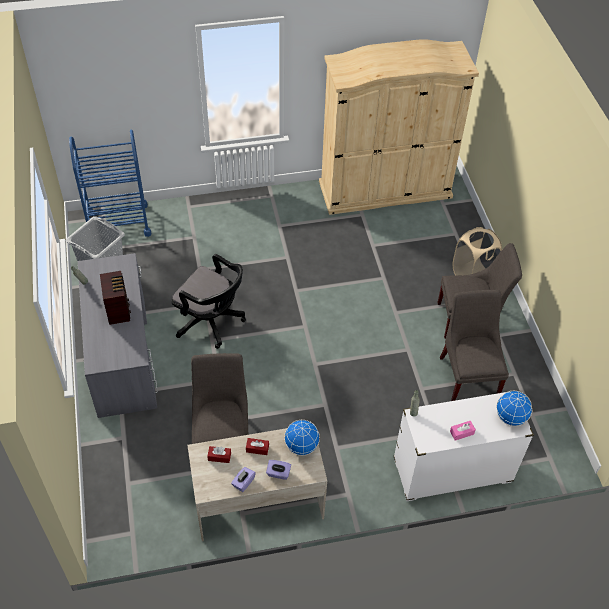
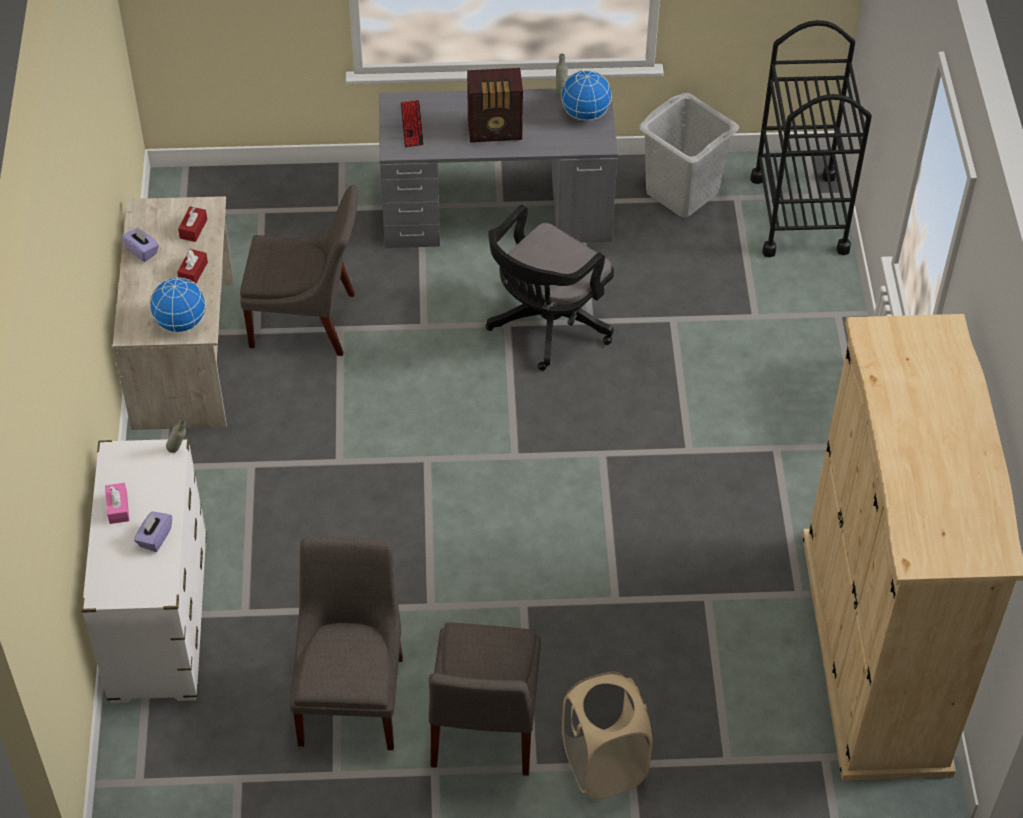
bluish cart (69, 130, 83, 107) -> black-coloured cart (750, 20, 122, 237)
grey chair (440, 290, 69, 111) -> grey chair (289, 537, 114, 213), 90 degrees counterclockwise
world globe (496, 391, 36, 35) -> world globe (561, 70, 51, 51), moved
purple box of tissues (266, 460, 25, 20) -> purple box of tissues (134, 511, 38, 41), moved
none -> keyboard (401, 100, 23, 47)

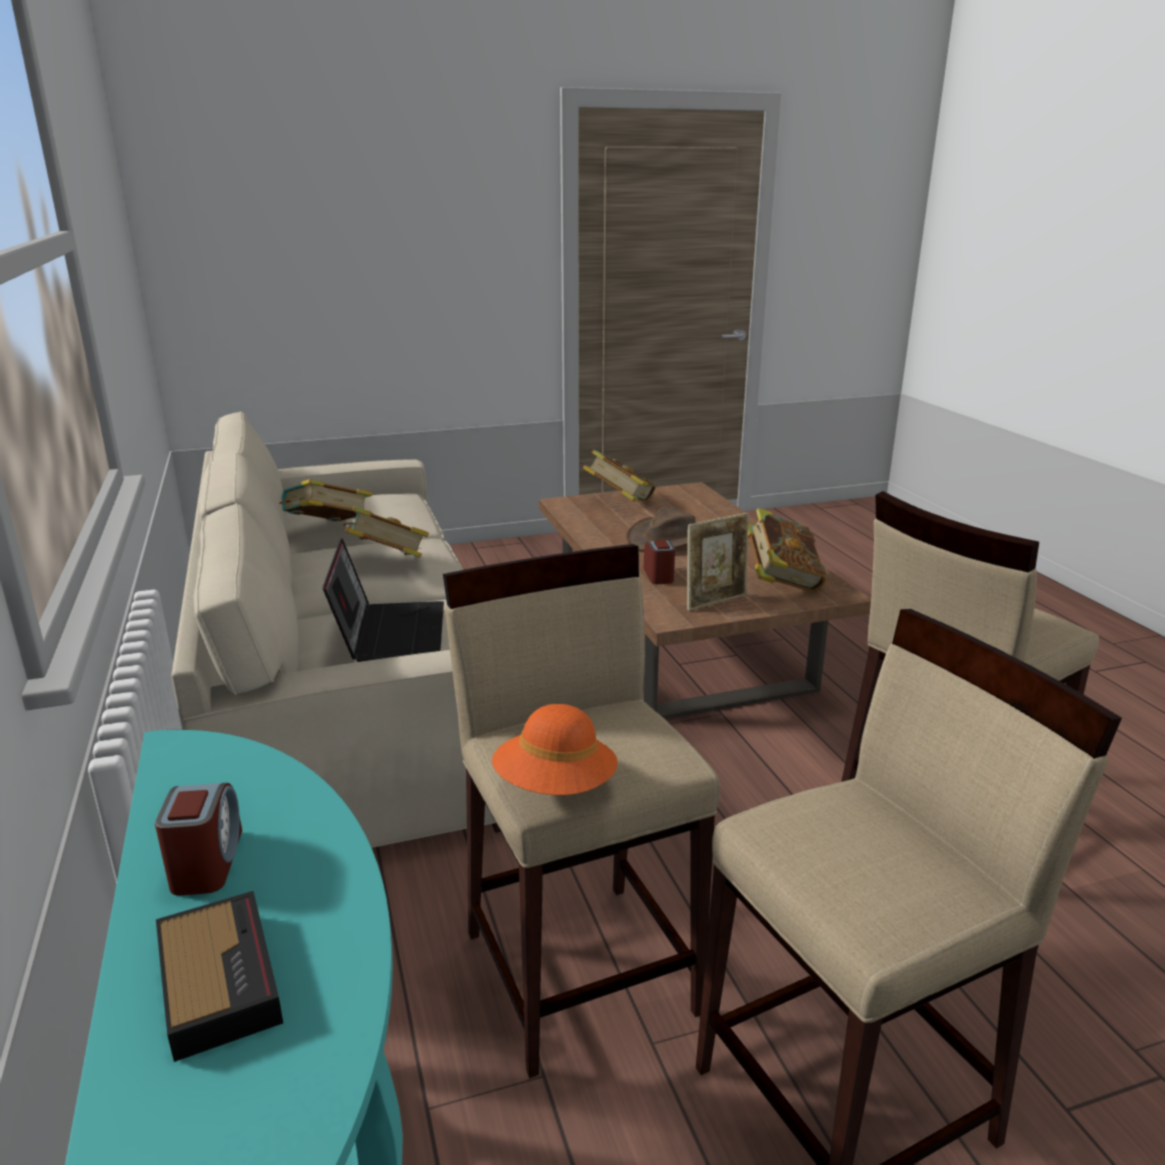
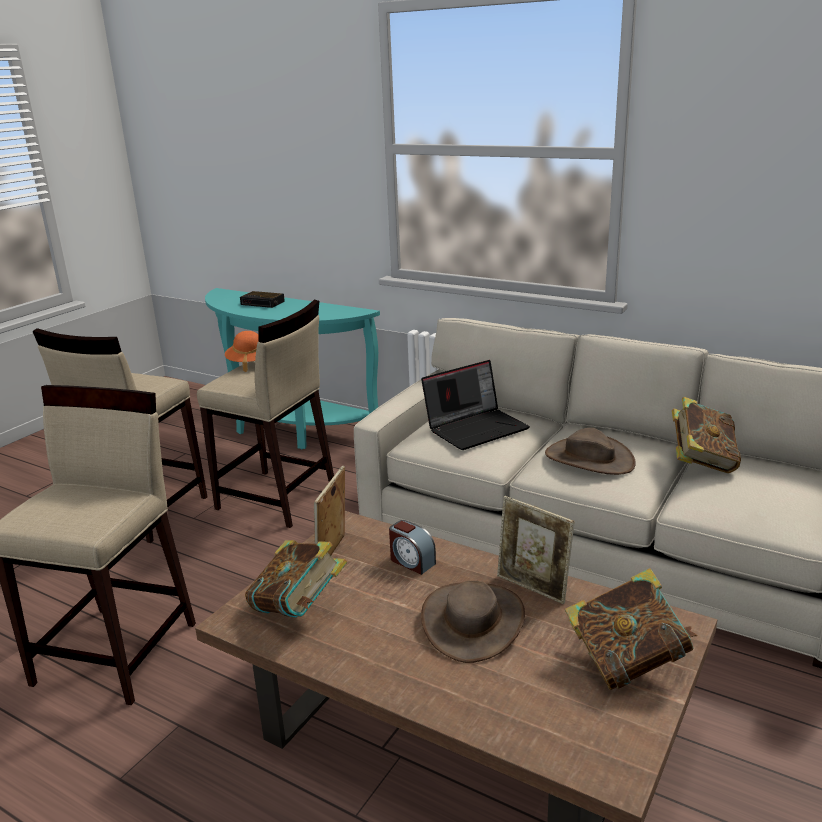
bound book (343, 506, 86, 52) -> brown wearable hat (545, 428, 91, 47)
portable computer (323, 538, 121, 124) -> portable computer (421, 360, 109, 90), 75 degrees counterclockwise
bedside clock (155, 783, 87, 113) -> none
none -> standing frame (497, 496, 77, 108)

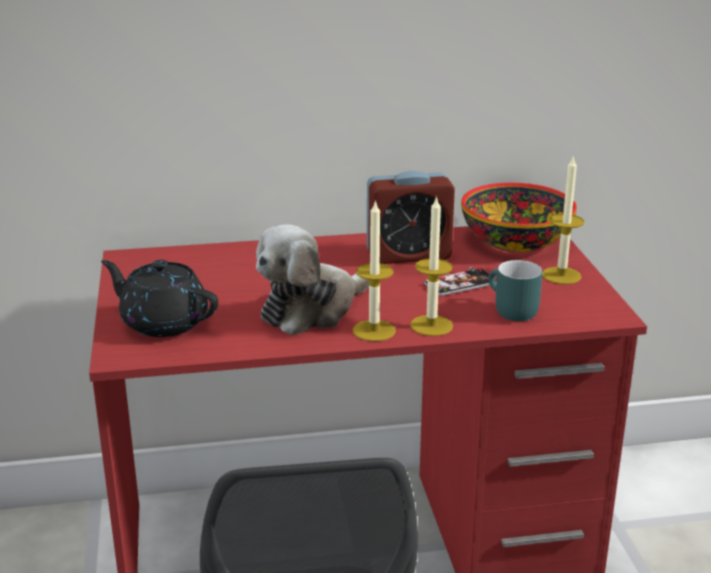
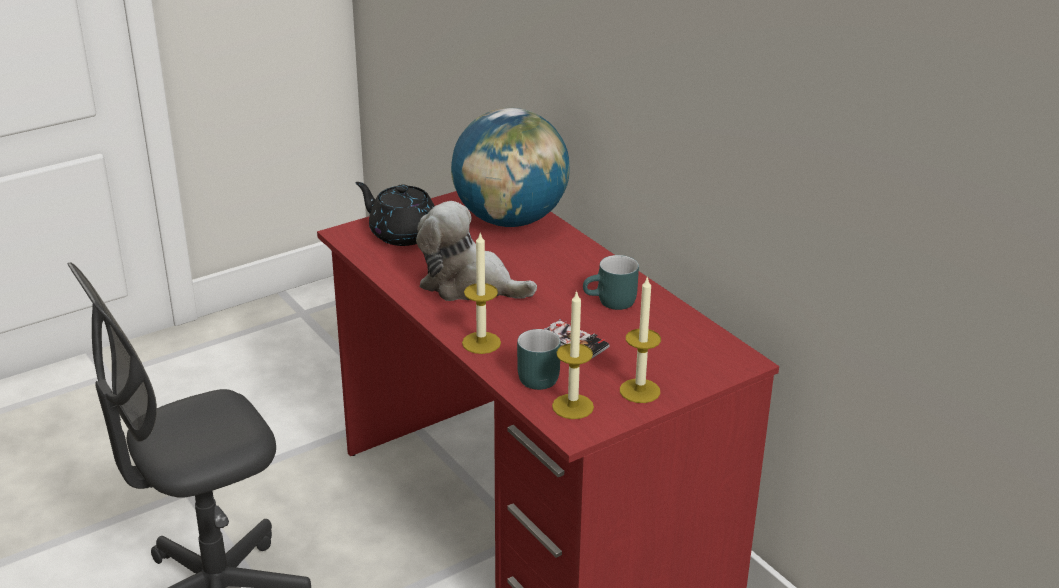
bedside clock (367, 171, 88, 93) -> turquoise-coloured tea mug (583, 255, 56, 55)
bowl (461, 183, 116, 69) -> none
wax candle (353, 200, 43, 141) -> wax candle (552, 290, 42, 129), moved
black-coloured pot for tea (101, 260, 117, 77) -> black-coloured pot for tea (355, 182, 80, 64), 60 degrees counterclockwise
none -> world globe (451, 108, 119, 119)

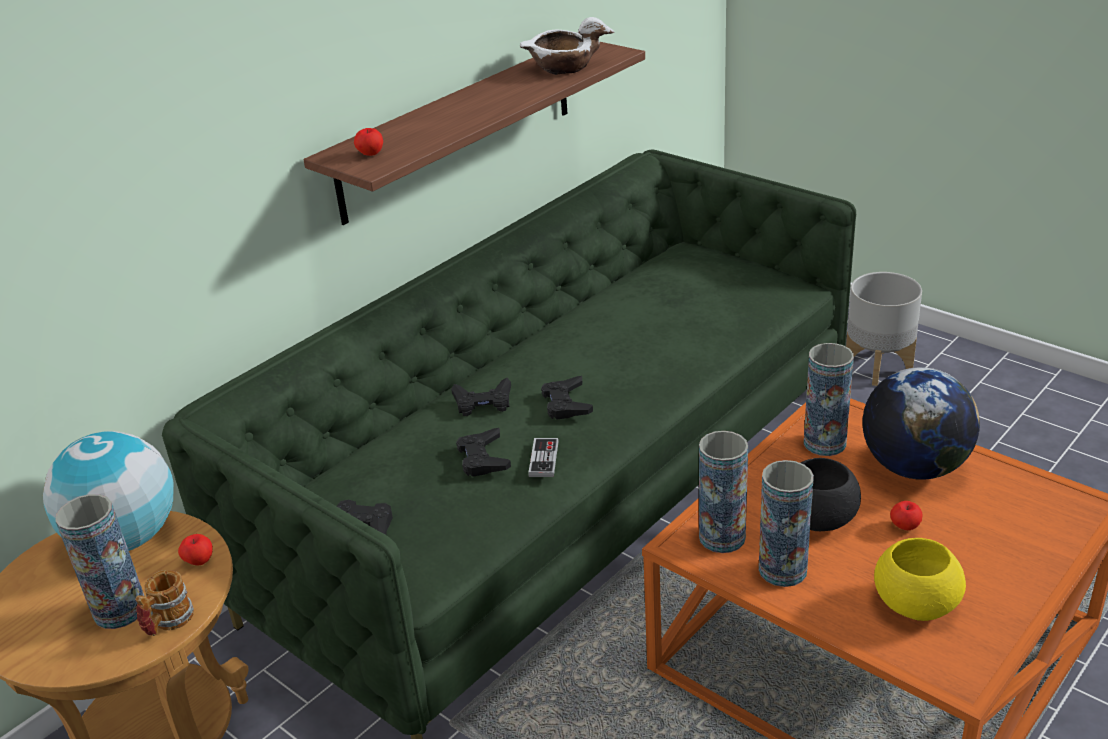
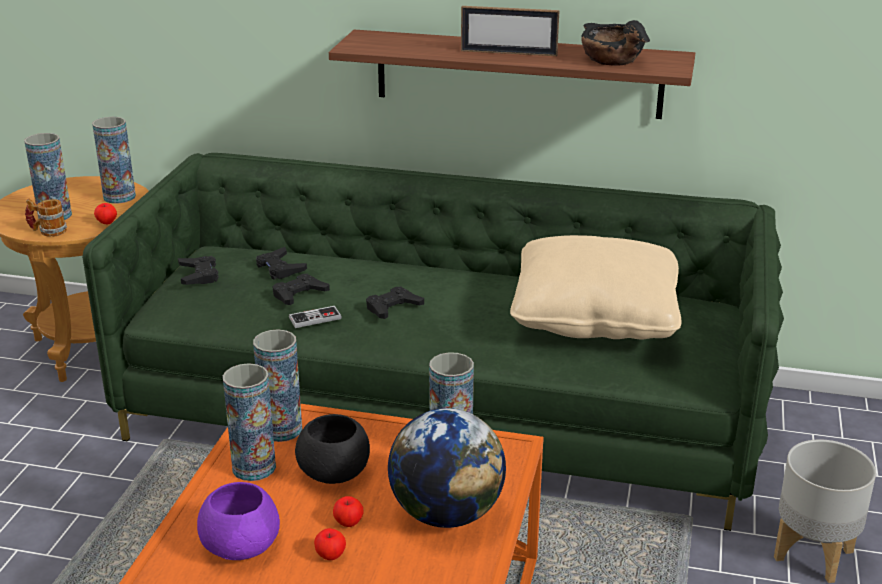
white bowl (520, 17, 94, 58) -> black-coloured bowl (581, 20, 69, 45)
apple fruit (354, 128, 29, 28) -> apple fruit (314, 528, 32, 32), moved
black-coloured gamepad (451, 378, 60, 38) -> black-coloured gamepad (256, 247, 51, 33), moved
world globe (43, 431, 130, 120) -> flower vase (92, 117, 44, 86)
yellow-coloured bowl (874, 538, 92, 83) -> purple bowl (197, 482, 83, 78)
none -> standing frame (461, 6, 99, 50)
none -> beige-coloured cushion (510, 235, 171, 104)

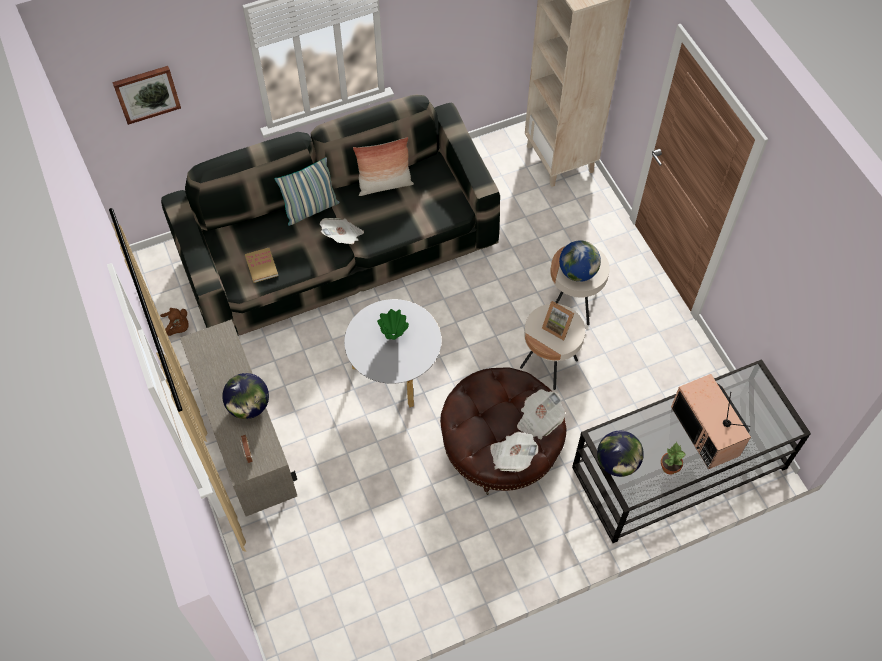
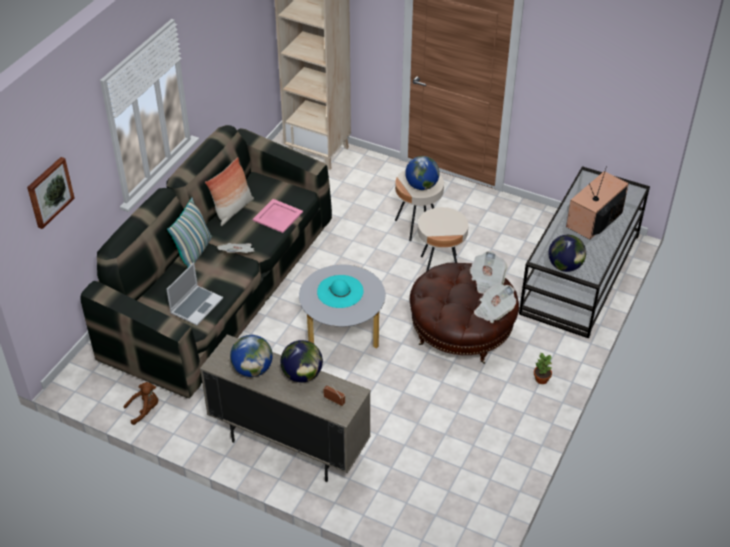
bound book (245, 248, 34, 35) -> portable computer (166, 262, 57, 63)
standing frame (542, 301, 32, 40) -> none
greenish flower vase (377, 309, 32, 31) -> turquoise-coloured wearable hat (317, 275, 46, 33)
TV set (671, 374, 80, 95) -> TV set (566, 166, 63, 73), 105 degrees clockwise
potted plant (661, 442, 25, 33) -> potted plant (534, 352, 18, 32), moved
none -> pinkish tray (253, 199, 50, 34)
none -> world globe (230, 335, 43, 42)

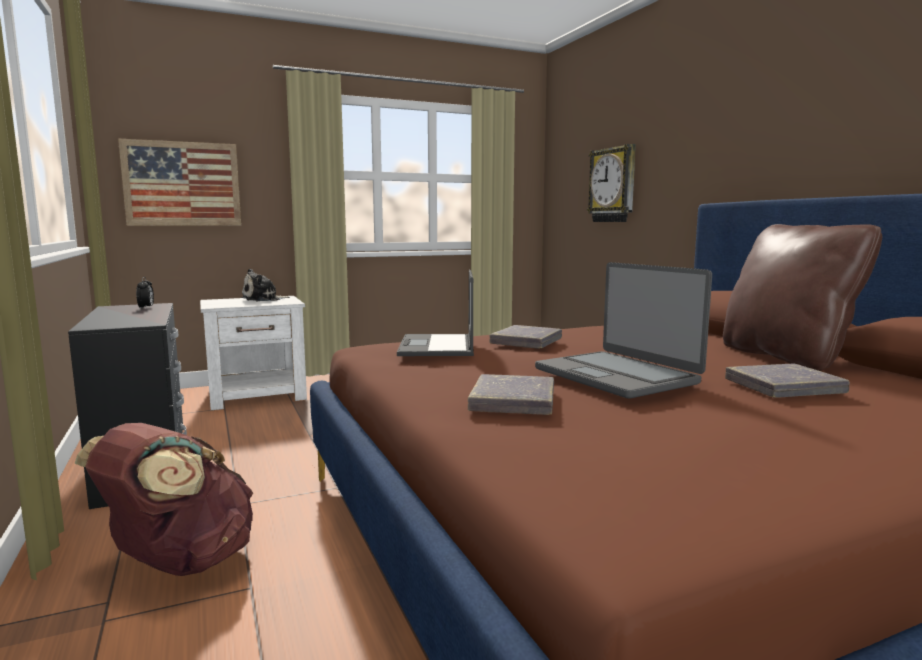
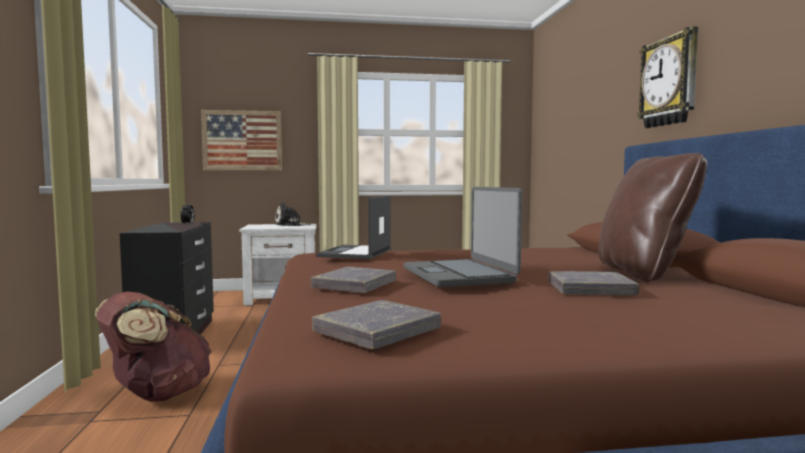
hanging clock (587, 144, 49, 78) -> hanging clock (637, 26, 61, 102), moved
grey bound book (490, 325, 72, 24) -> grey bound book (312, 300, 129, 49), moved

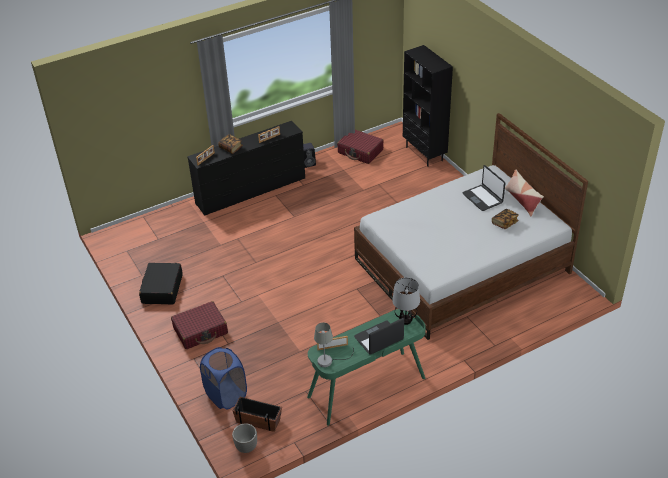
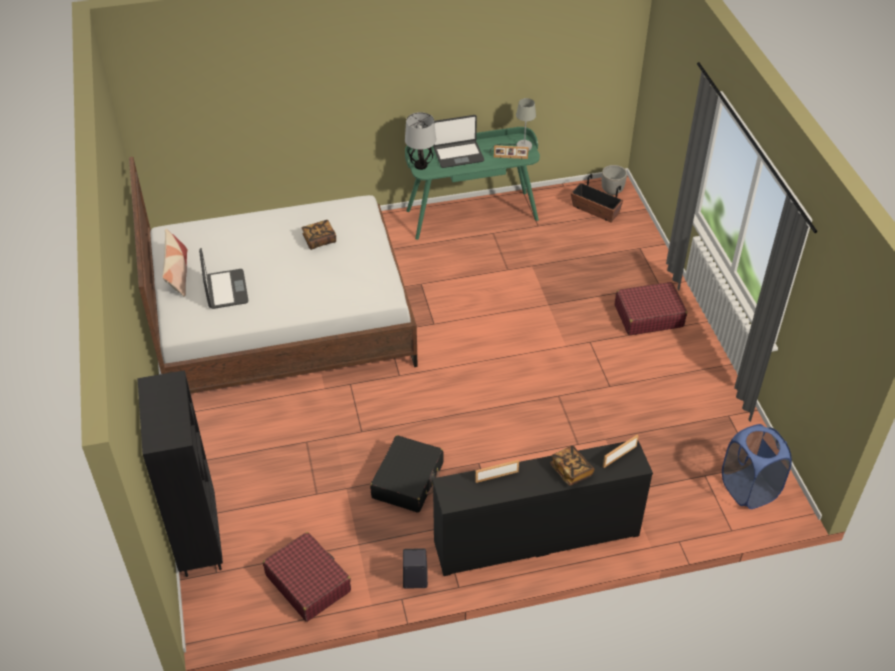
bound book (492, 209, 27, 20) -> bound book (302, 220, 34, 30), moved
black-coloured piece of luggage (139, 263, 44, 41) -> black-coloured piece of luggage (370, 435, 74, 78), moved
bluish hamper (200, 347, 47, 62) -> bluish hamper (722, 424, 70, 85), moved

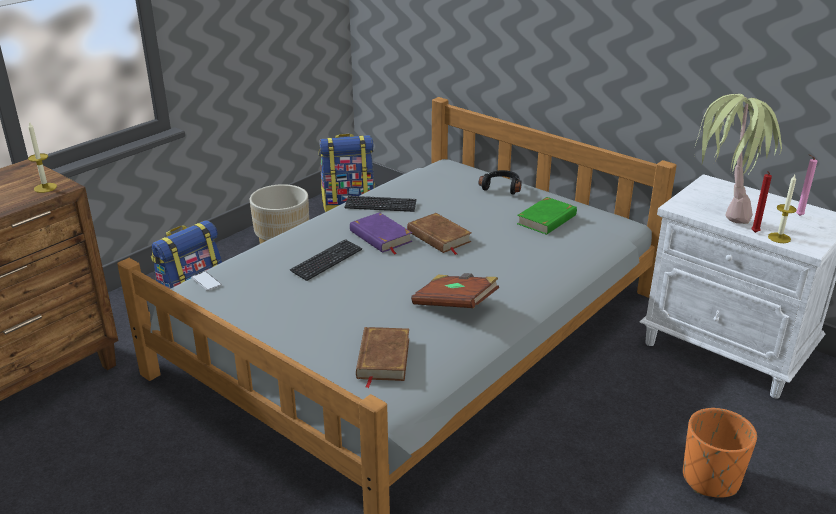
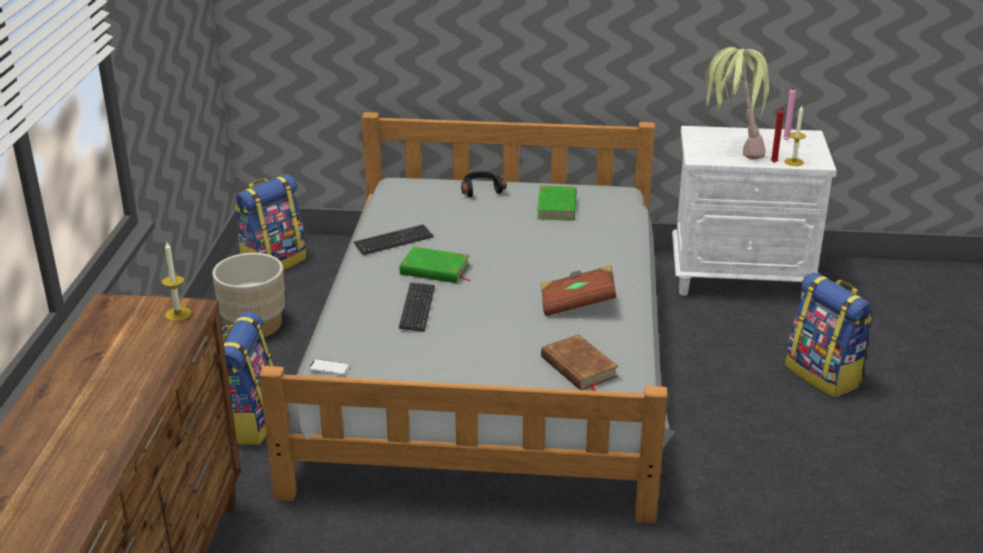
purple bound book (350, 212, 62, 43) -> greenish bound book (400, 247, 70, 36)
brown bound book (407, 213, 65, 42) -> none
orange-coloured plant pot (683, 408, 74, 90) -> rucksack (785, 273, 87, 125)

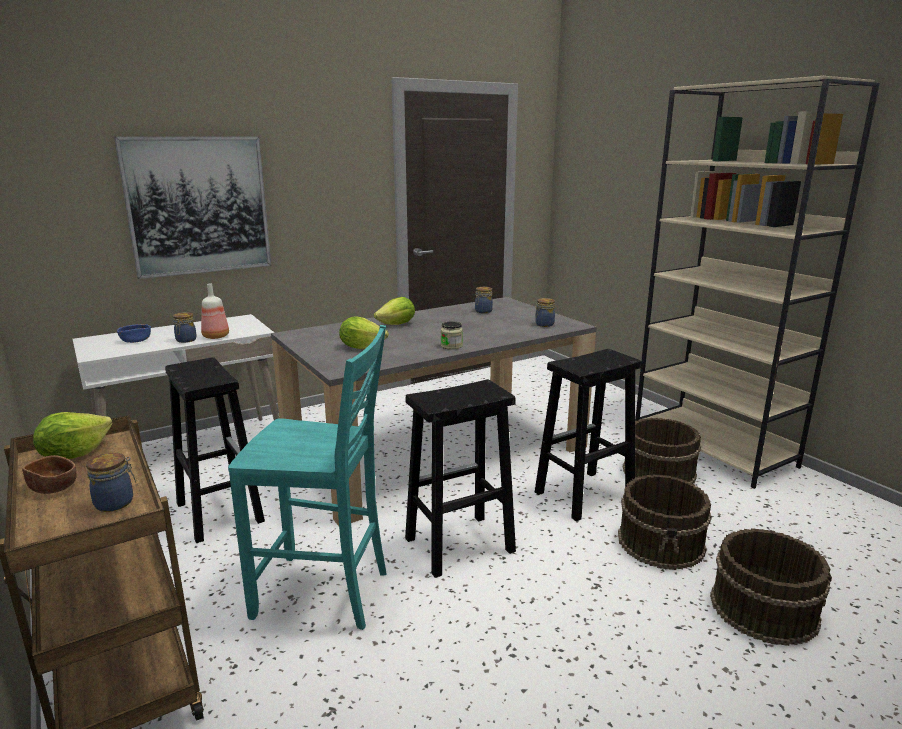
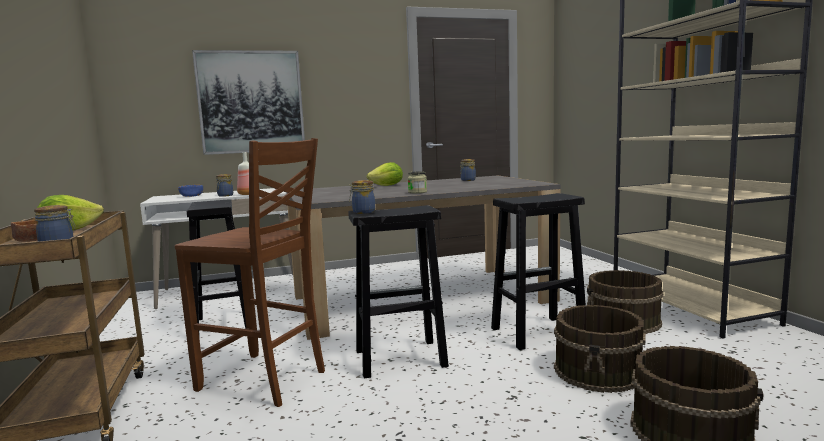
jar (535, 298, 20, 29) -> jar (349, 180, 26, 34), moved
head of lettuce (339, 316, 50, 33) -> none
turquoise-coloured chair (228, 325, 158, 305) -> brown chair (174, 138, 151, 269)

